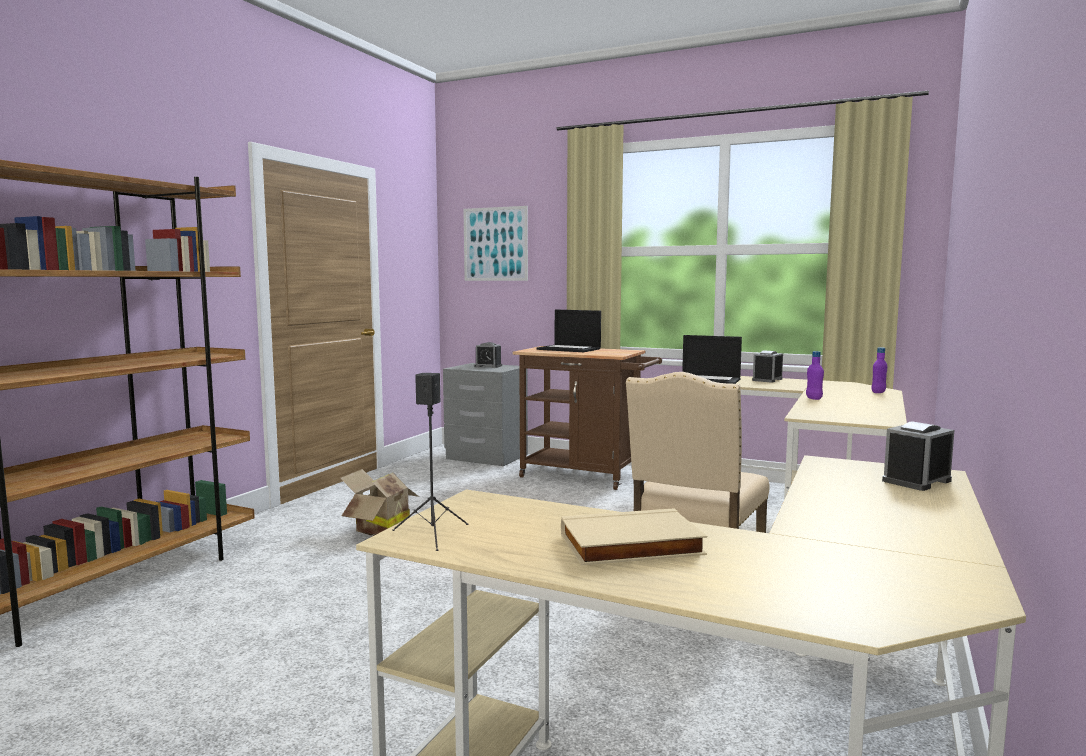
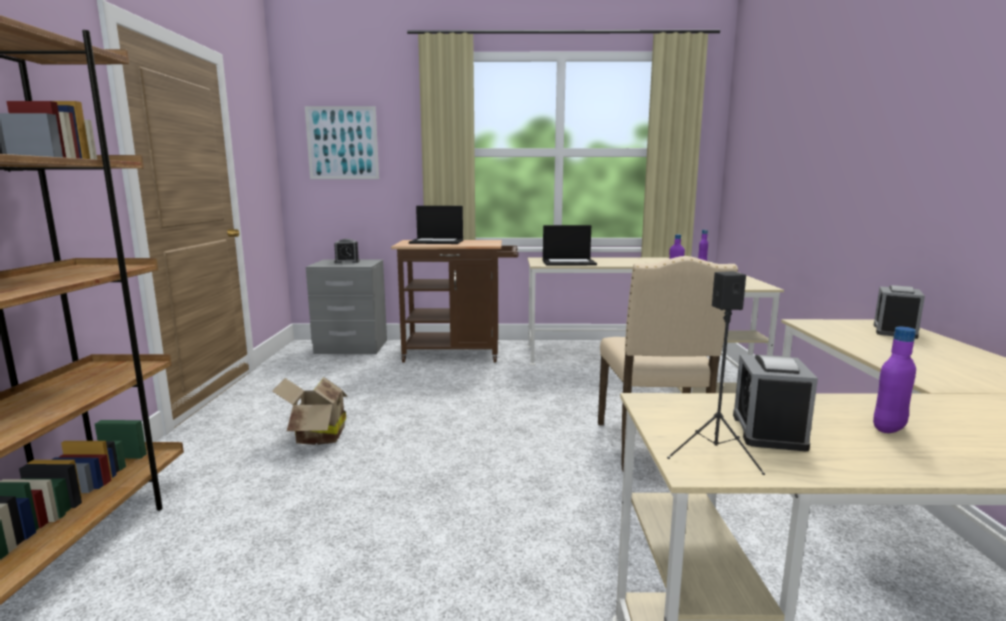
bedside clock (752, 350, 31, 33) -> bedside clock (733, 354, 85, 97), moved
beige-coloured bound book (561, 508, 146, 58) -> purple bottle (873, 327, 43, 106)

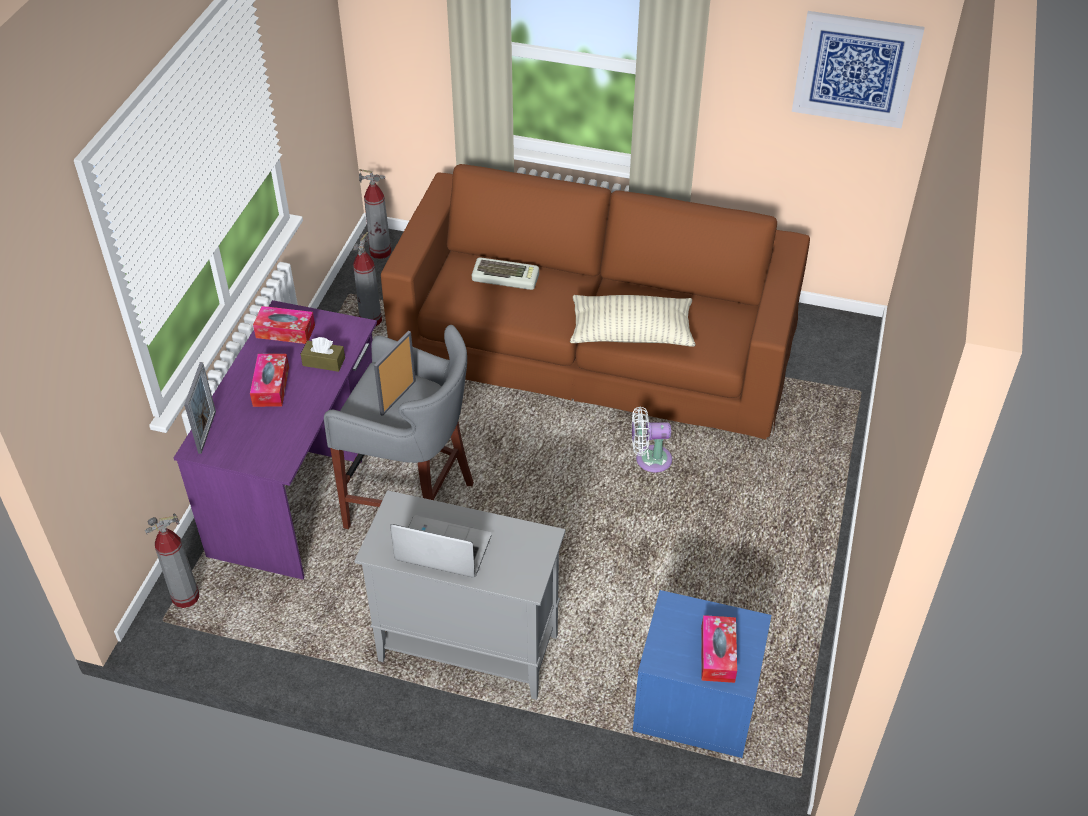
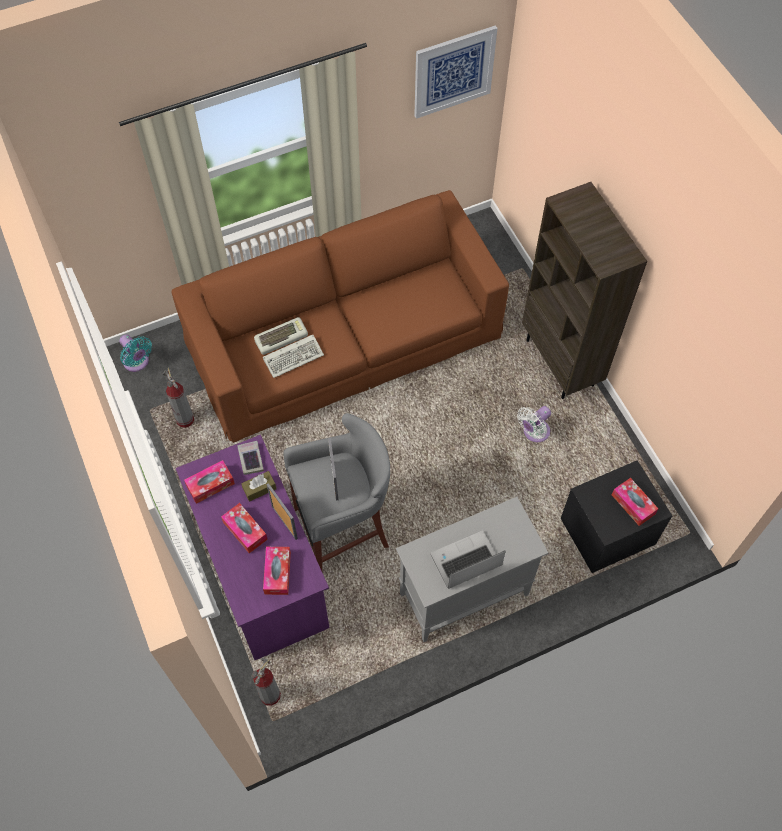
fire extinguisher (359, 169, 32, 90) -> turquoise-coloured fan (119, 335, 33, 37)
cushion (570, 295, 126, 52) -> none
standing frame (184, 362, 32, 92) -> standing frame (267, 483, 31, 57), moved
white fan (632, 406, 40, 66) -> white fan (517, 406, 34, 36), moved
bluish bedside table (633, 590, 138, 168) -> black-coloured bedside table (561, 460, 111, 113)
none -> brown bookcase (522, 182, 125, 217)
none -> keyboard (263, 335, 61, 43)
none -> bound book (238, 441, 26, 34)
none -> box of tissues (263, 547, 28, 48)

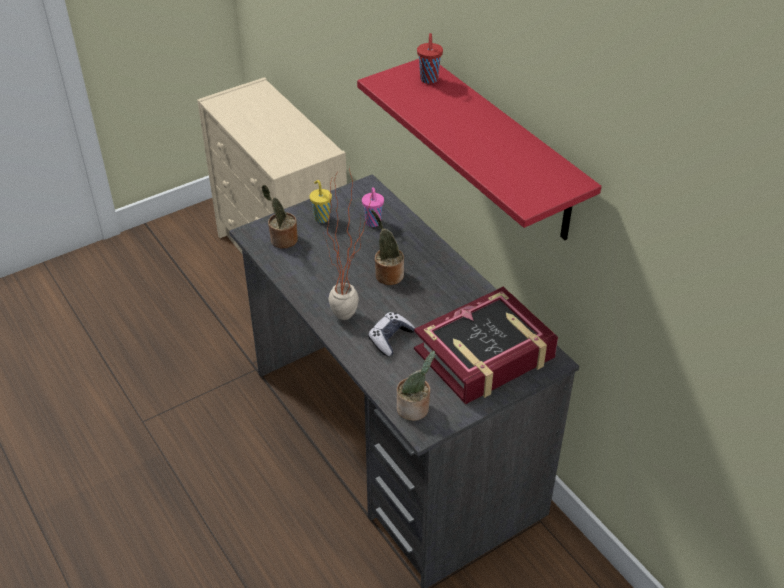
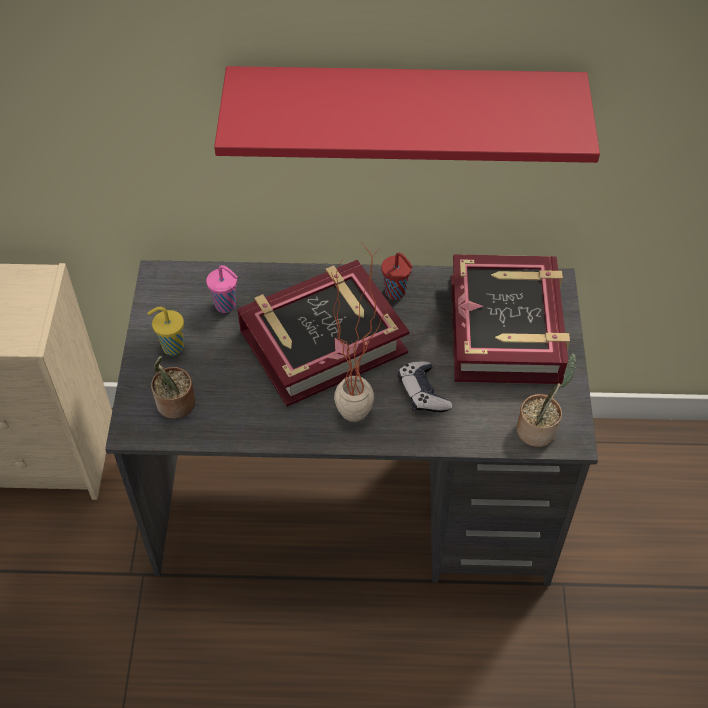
red-coloured cup (417, 33, 26, 51) -> red-coloured cup (381, 253, 32, 47), moved
potted plant (371, 210, 33, 75) -> bound book (237, 260, 172, 147)

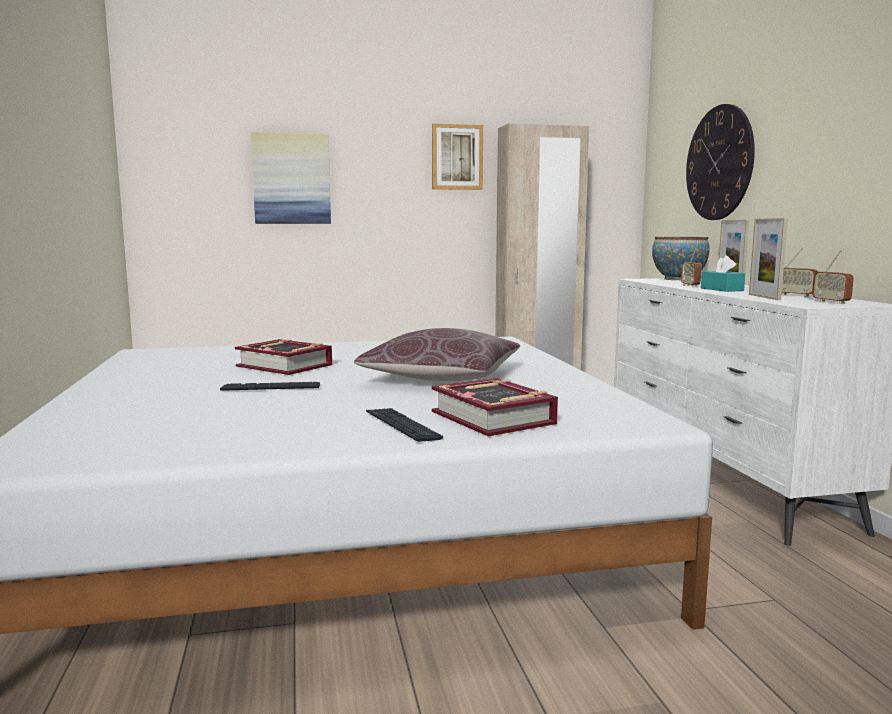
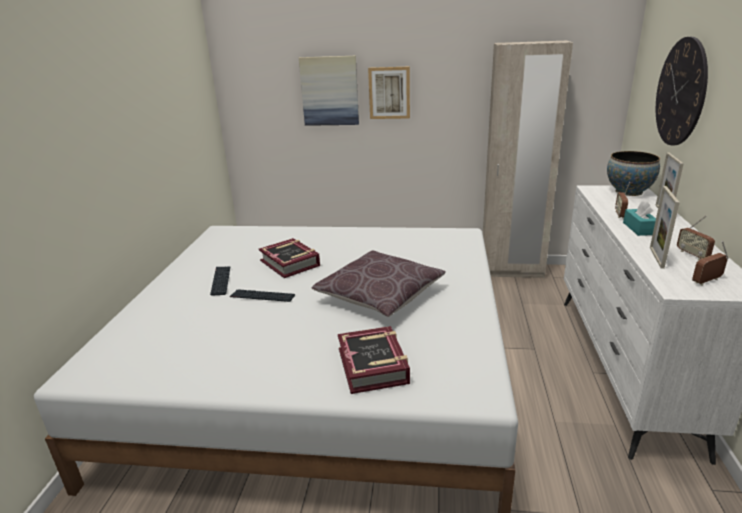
wall picture (432, 124, 51, 66) -> wall picture (368, 66, 42, 53), moved
radio receiver (812, 250, 42, 54) -> radio receiver (692, 241, 37, 45), 60 degrees clockwise
keyboard (366, 408, 77, 34) -> keyboard (210, 266, 21, 30), moved

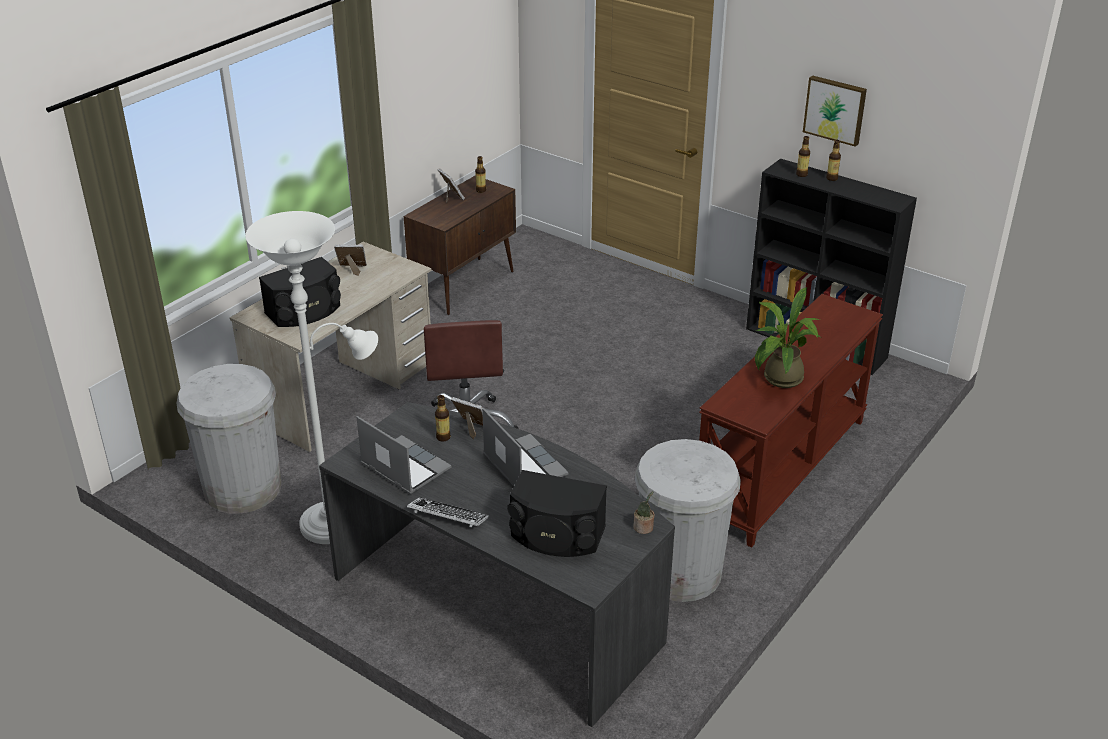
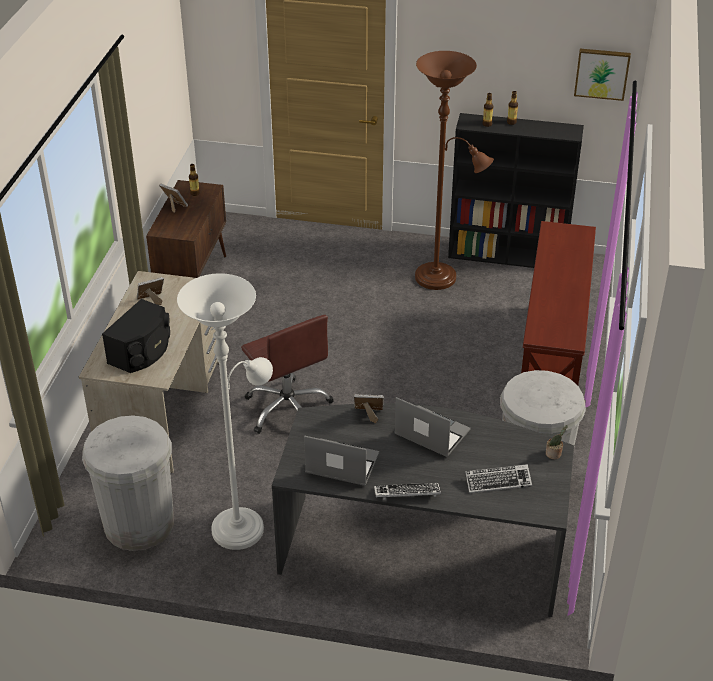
wall picture (803, 75, 64, 72) -> wall picture (574, 49, 57, 52), moved
potted plant (755, 287, 65, 101) -> none
bottle (435, 395, 16, 47) -> none
black-coloured speaker (507, 470, 100, 87) -> keyboard (465, 464, 67, 30)
none -> brown floor lamp (415, 51, 79, 239)

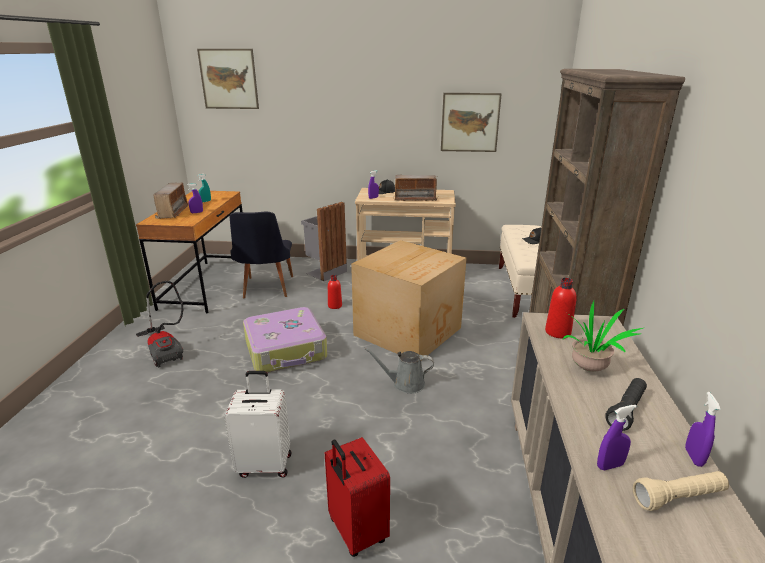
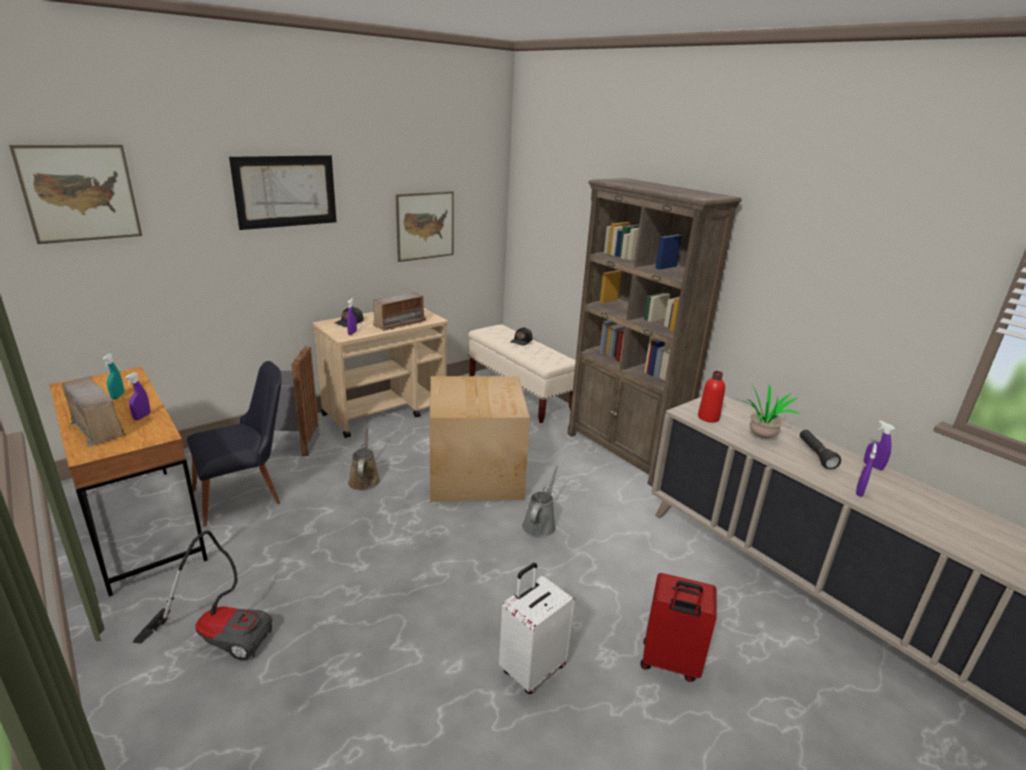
black-coloured chair (229, 212, 64, 87) -> black-coloured chair (187, 361, 95, 166), 75 degrees counterclockwise
red-coloured bottle (328, 275, 14, 34) -> brown watering can (348, 425, 32, 66)
piece of luggage (243, 307, 85, 66) -> none
grey watering can (364, 348, 70, 46) -> grey watering can (522, 466, 36, 72), 150 degrees clockwise
beige-coloured flashlight (633, 471, 96, 40) -> none
none -> wall picture (229, 155, 108, 75)

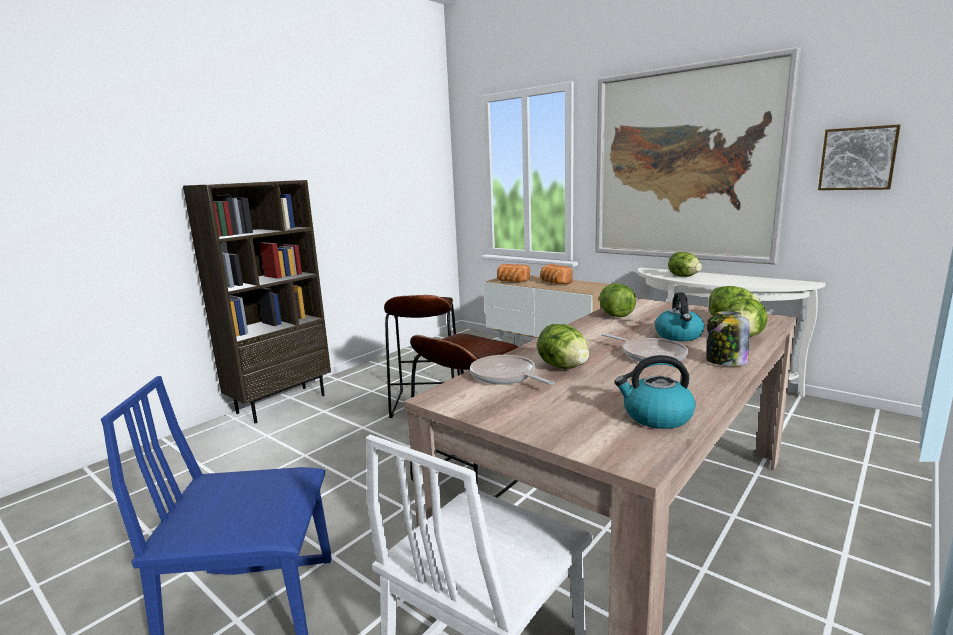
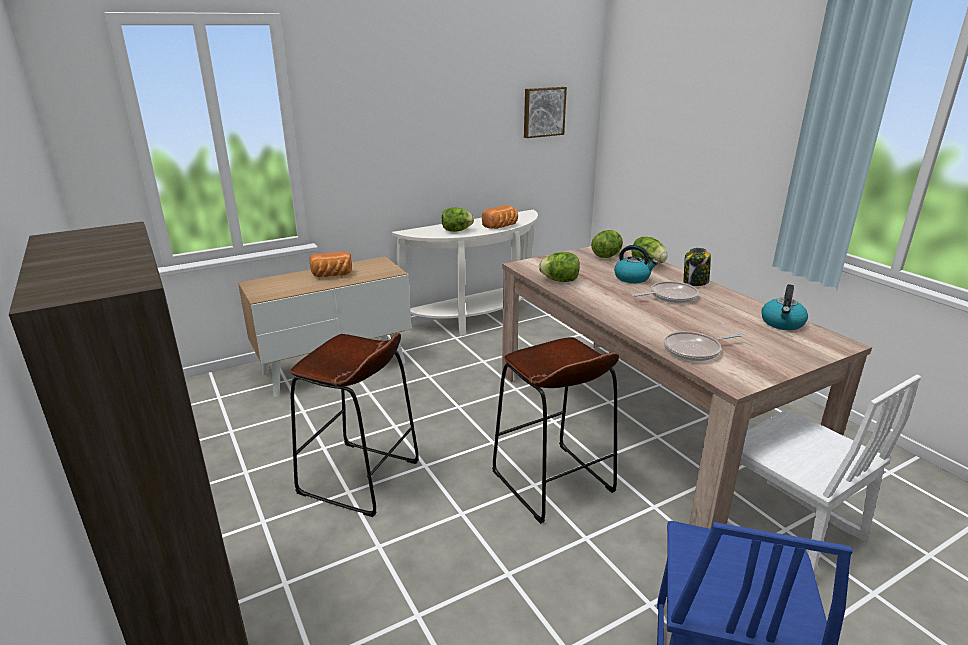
wall picture (595, 47, 206, 217) -> none
bread (497, 264, 33, 18) -> bread (482, 205, 36, 24), moved
head of lettuce (537, 324, 52, 45) -> none

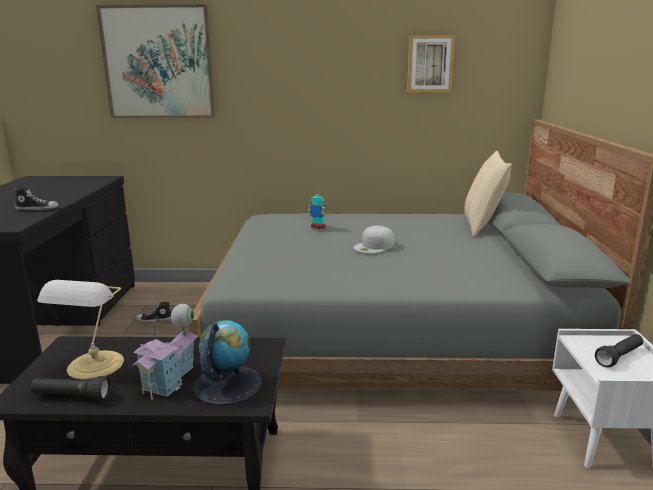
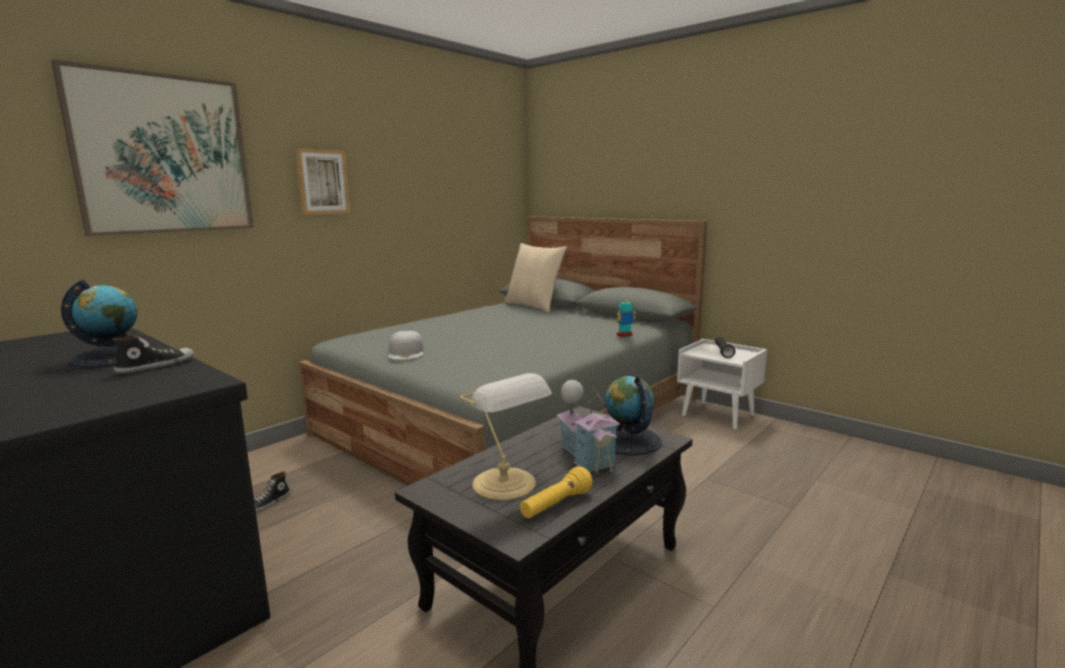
wall picture (407, 35, 48, 57) -> wall picture (295, 148, 55, 67), moved
toy robot (308, 194, 19, 35) -> toy robot (616, 296, 20, 41), moved
white cap (354, 226, 40, 27) -> white cap (388, 331, 36, 29), moved
black-coloured flashlight (31, 376, 80, 25) -> yellow-coloured flashlight (520, 466, 73, 53)
none -> world globe (61, 279, 92, 89)

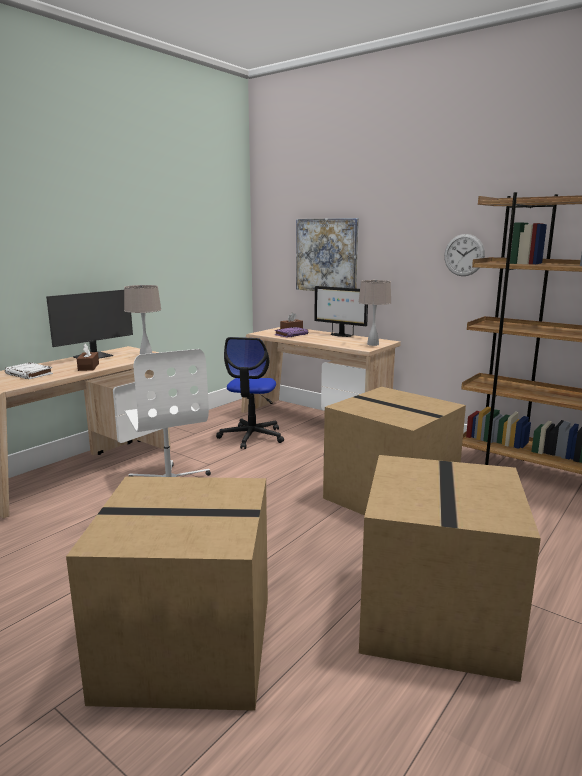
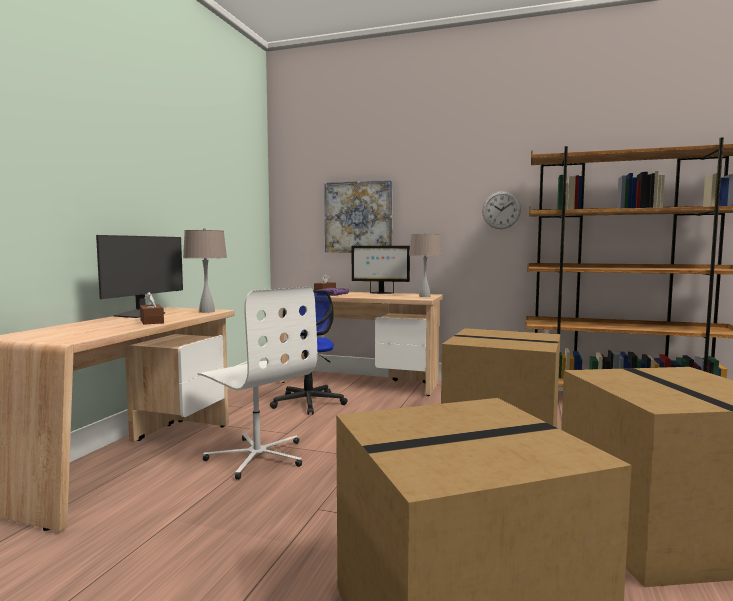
white bound book (5, 362, 48, 17) -> none

